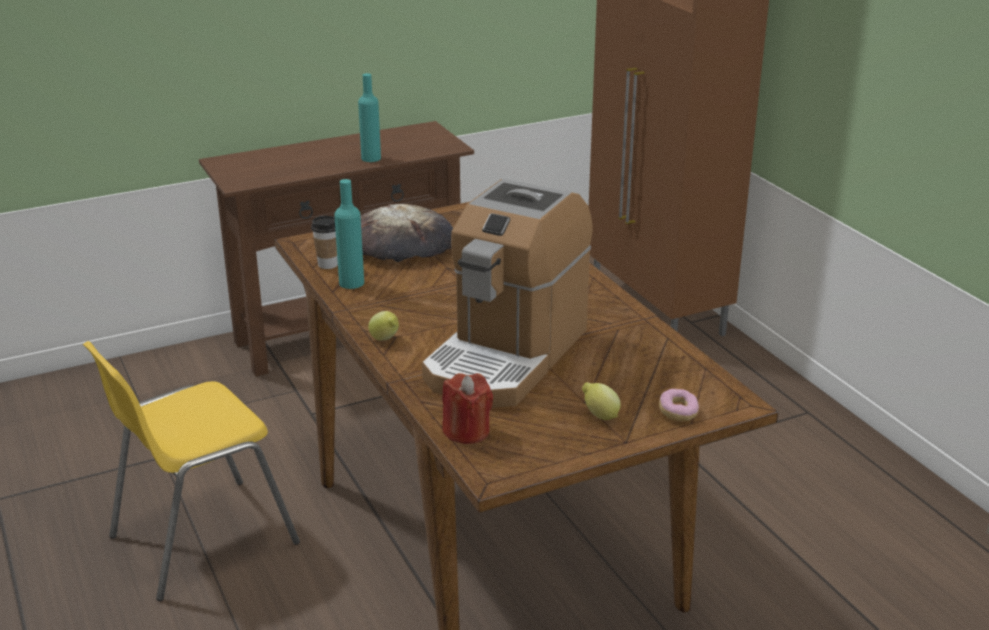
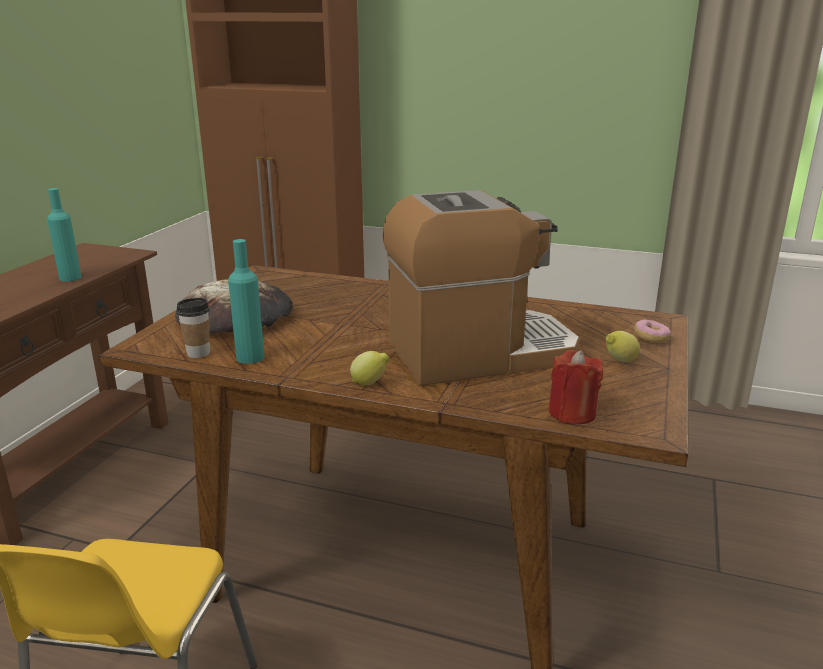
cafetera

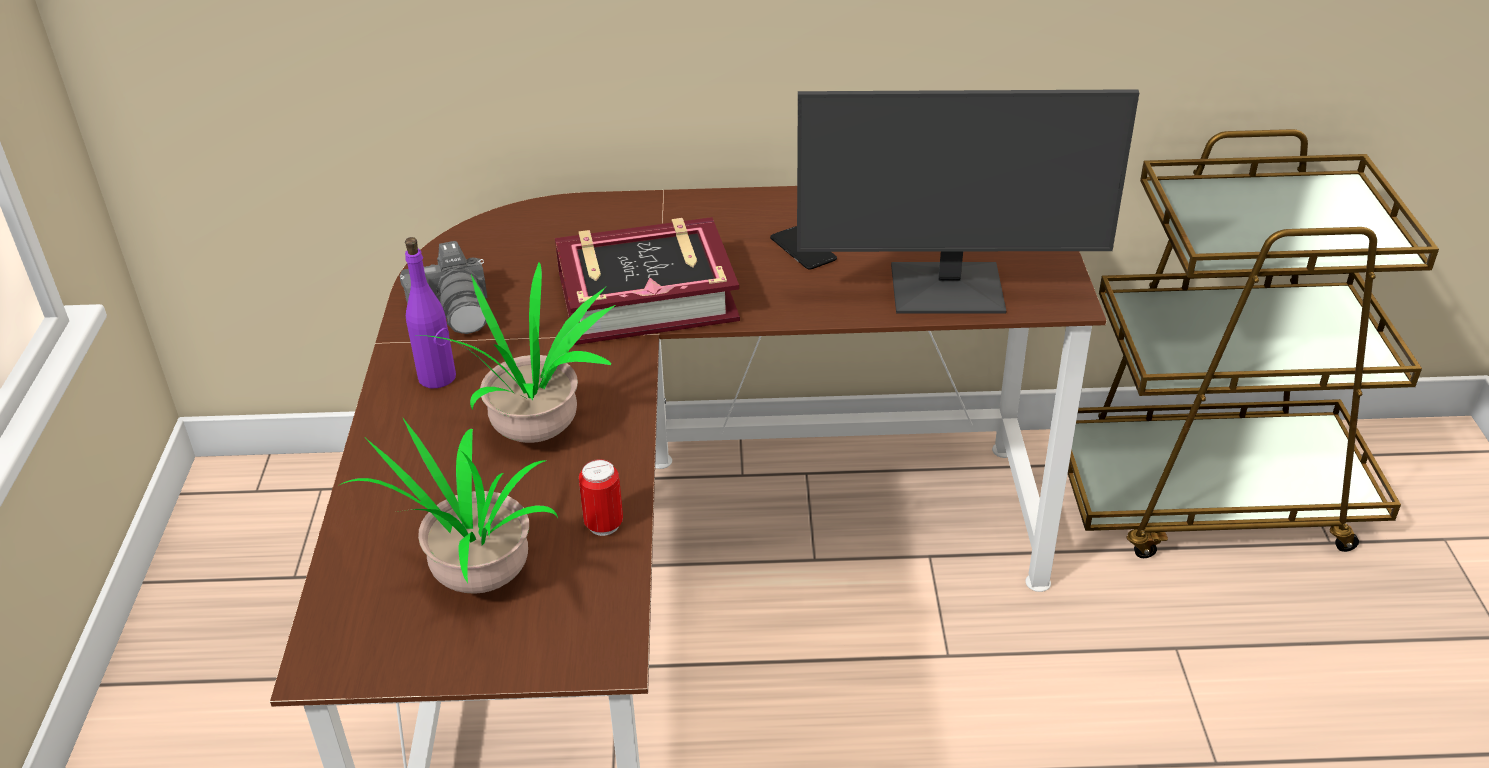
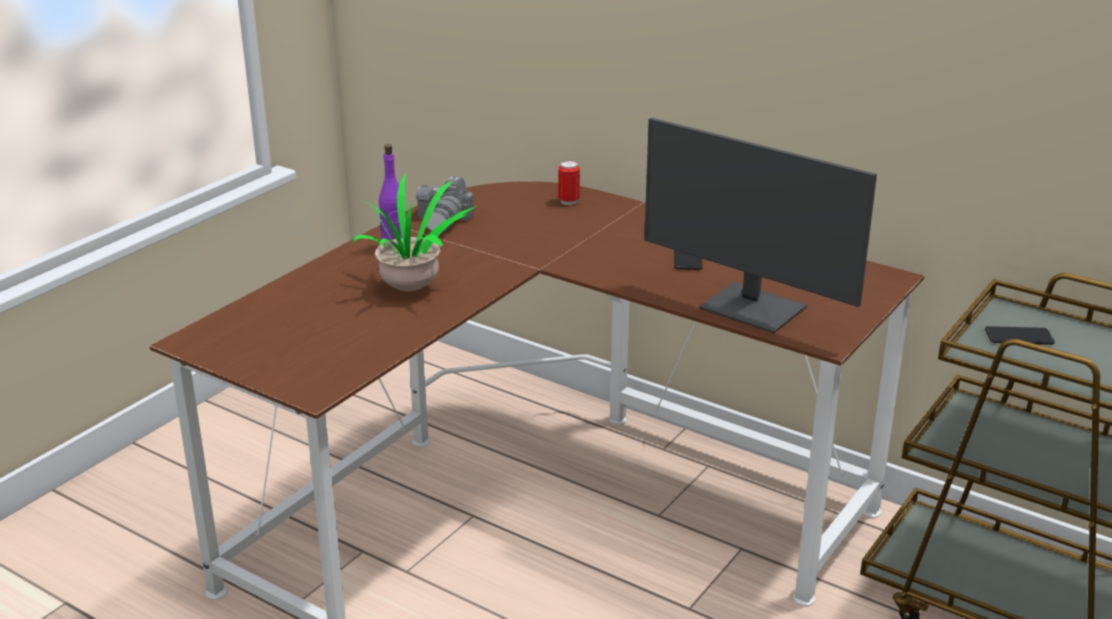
lata
móvil (2nd from left)
planta en maceta (1st from left in the first image)
libro

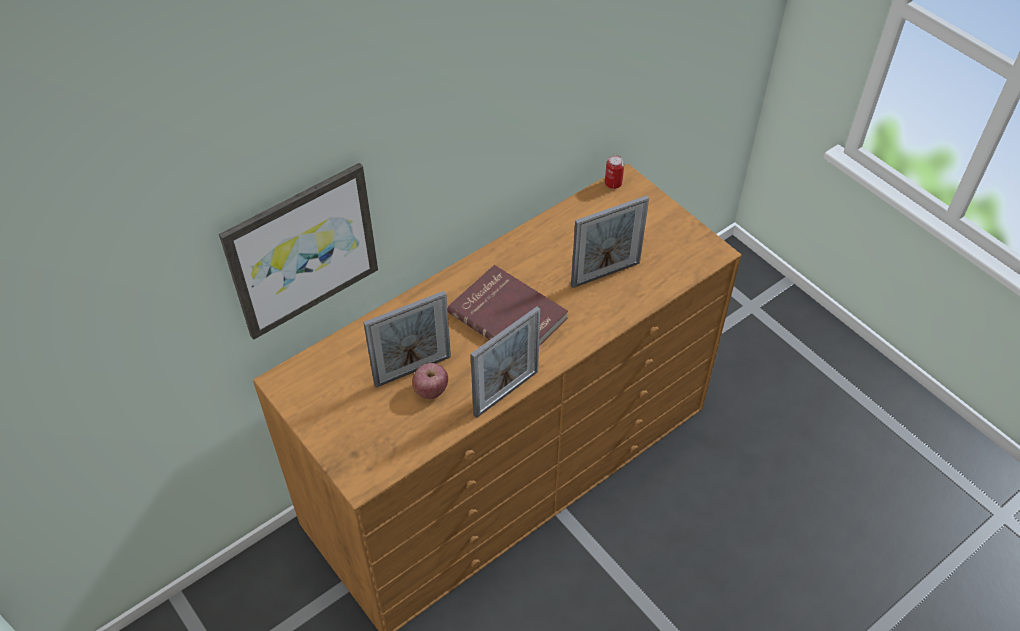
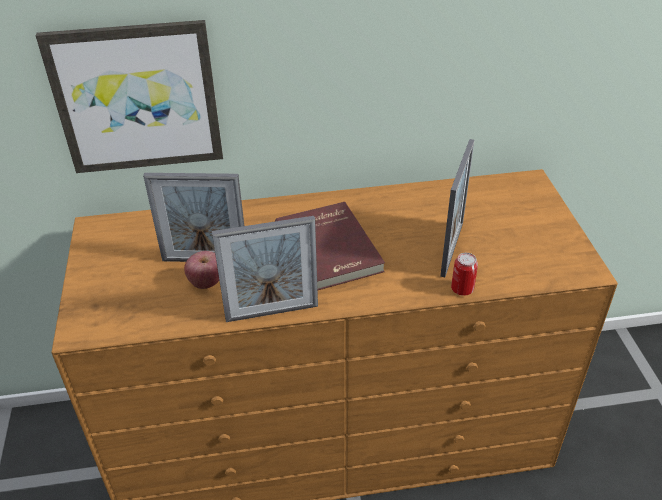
portarretratos (3rd from left)
lata

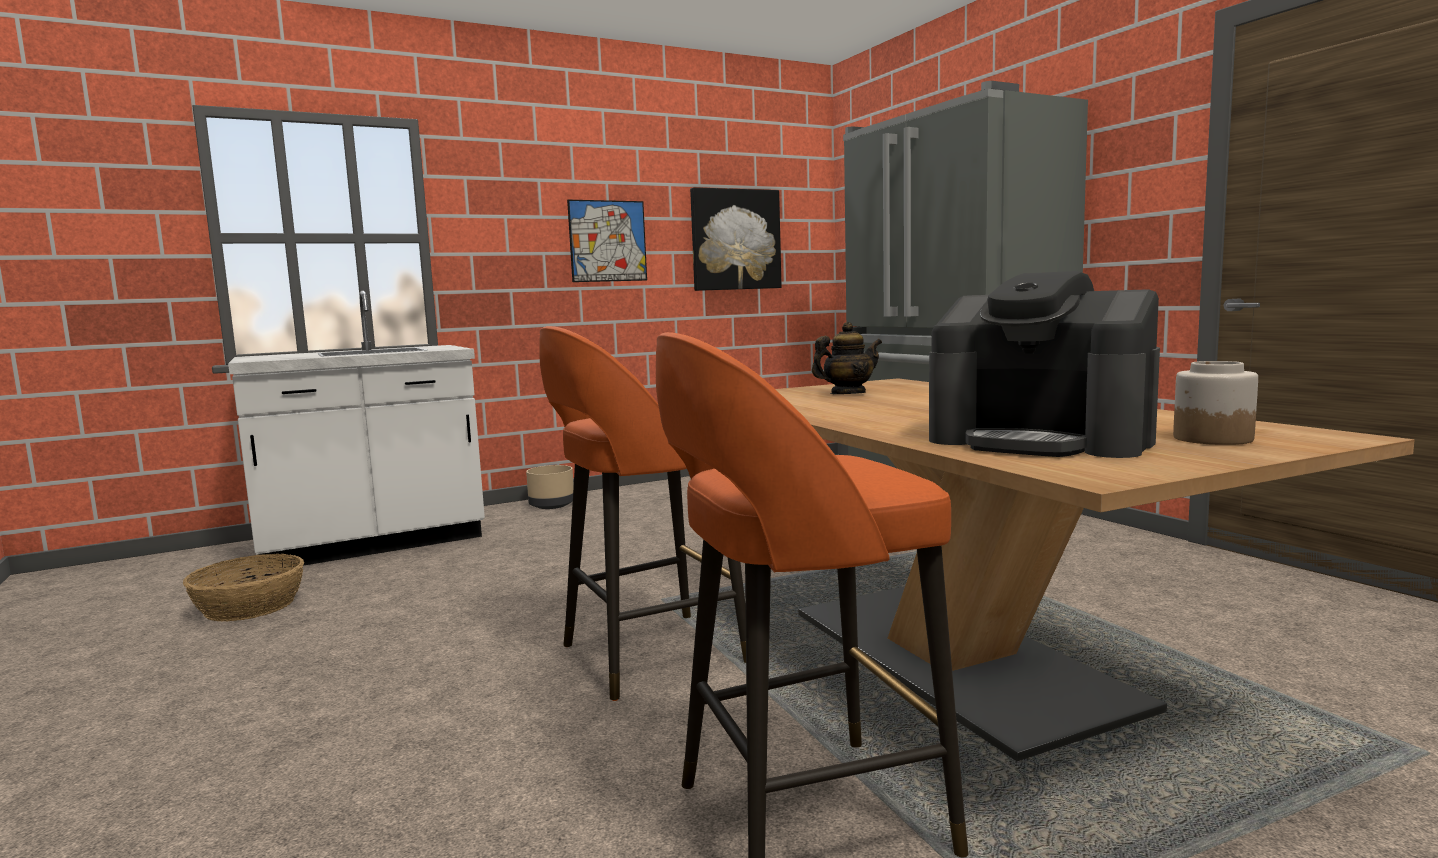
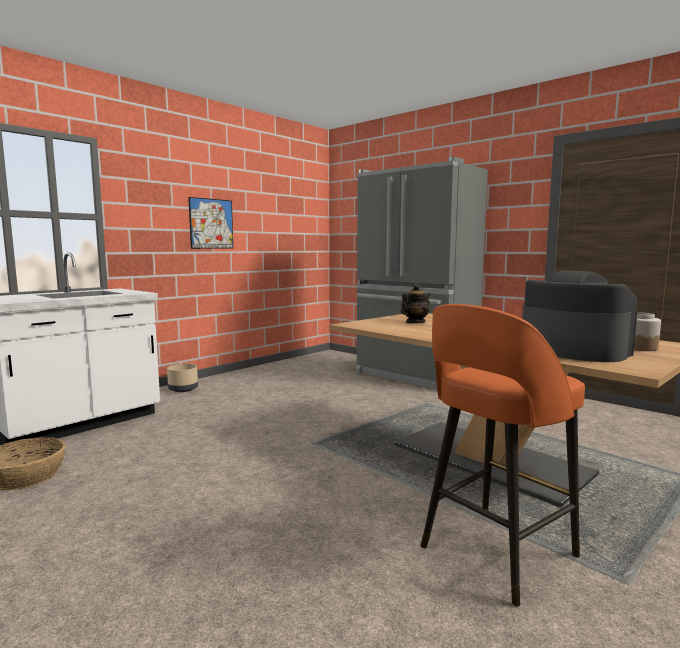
cafetera
taburete (naranja) (1st from left in the first image)
cuadro (2nd from left in the first image)

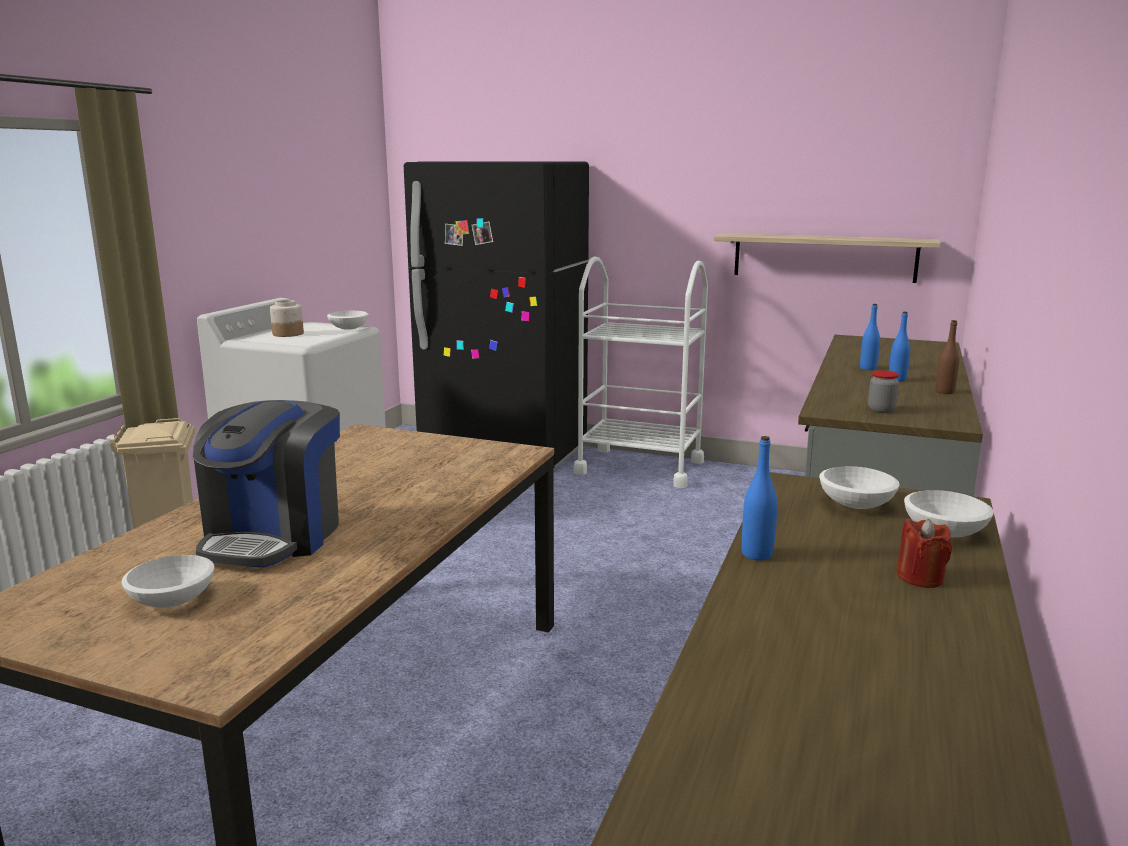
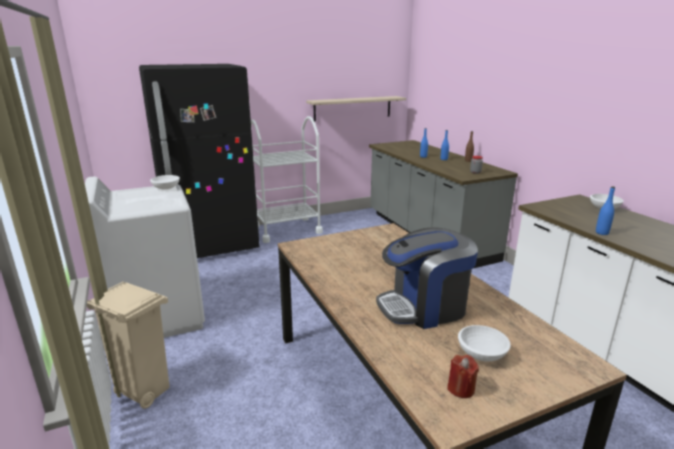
cafetera
vela (rojo)
tarro (1st from left in the first image)
cuenco (blanco) (3rd from left in the first image)

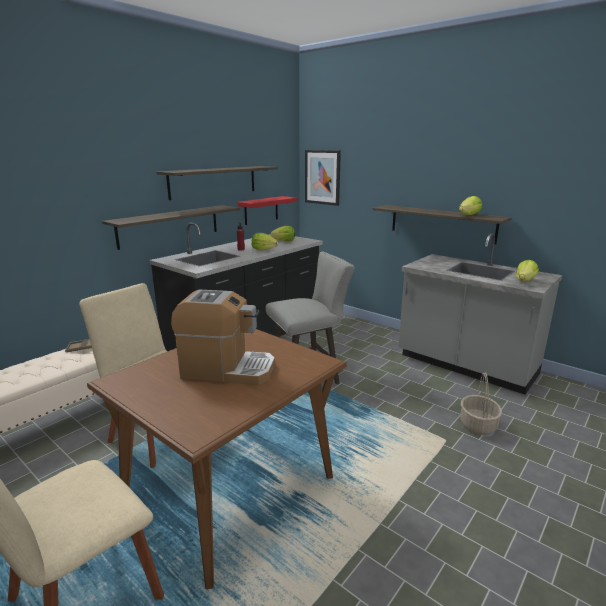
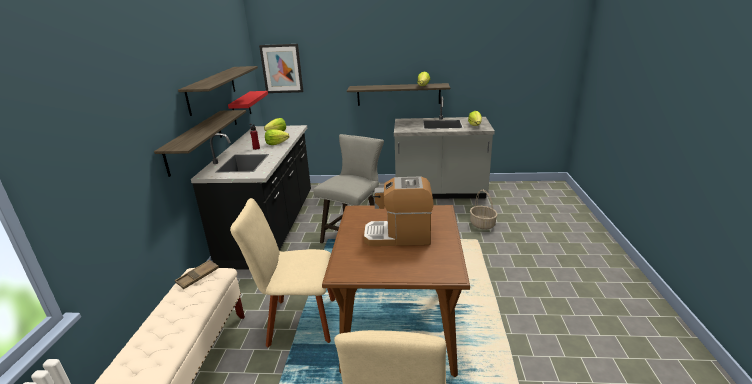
cafetera

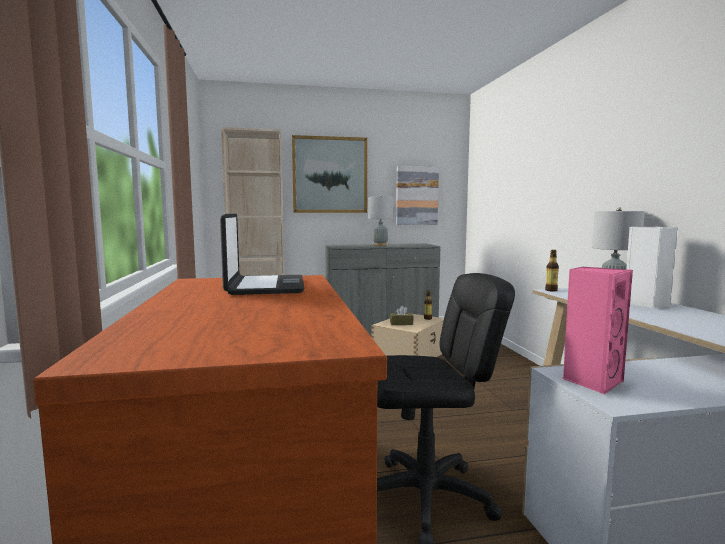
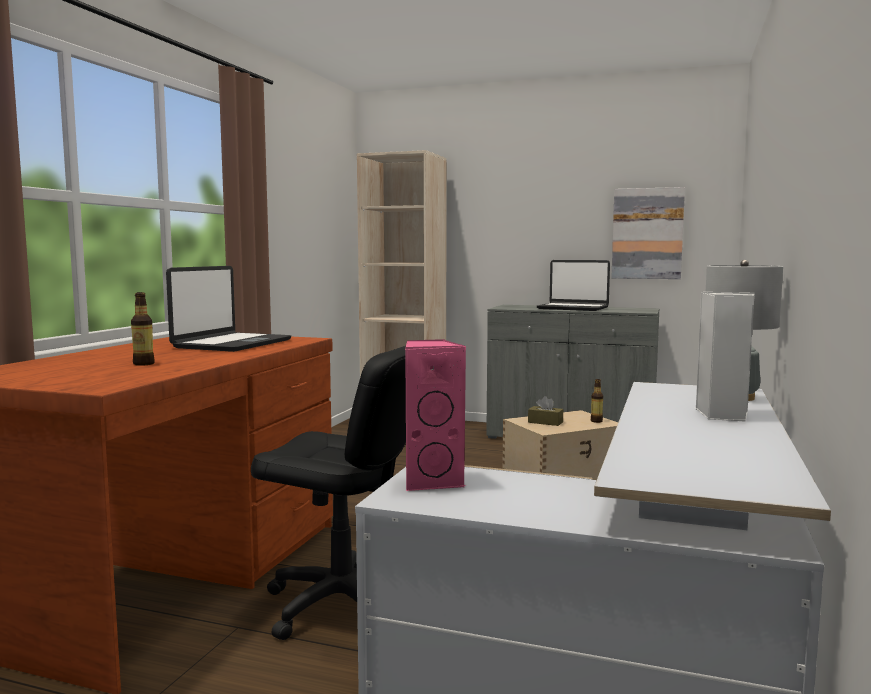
botella (1st from left)
portátil (2nd from left)
cuadro (1st from left in the first image)

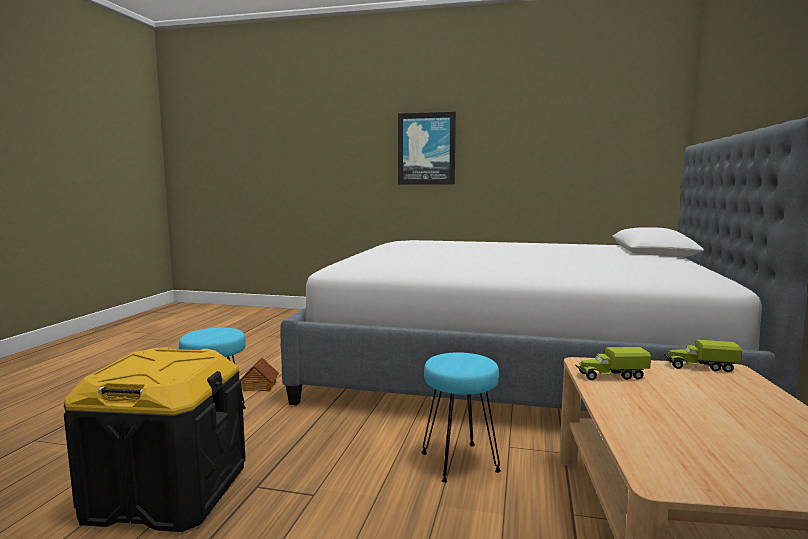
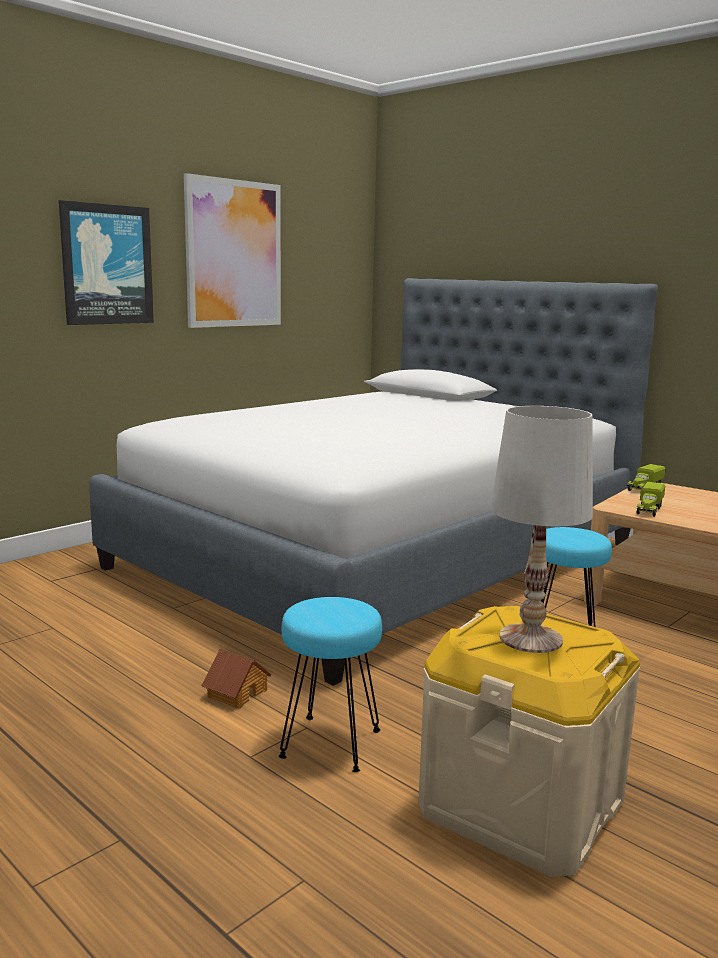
cuadro (2nd from left)
caja de almacenaje (beis)
lámpara de mesa (blanco)

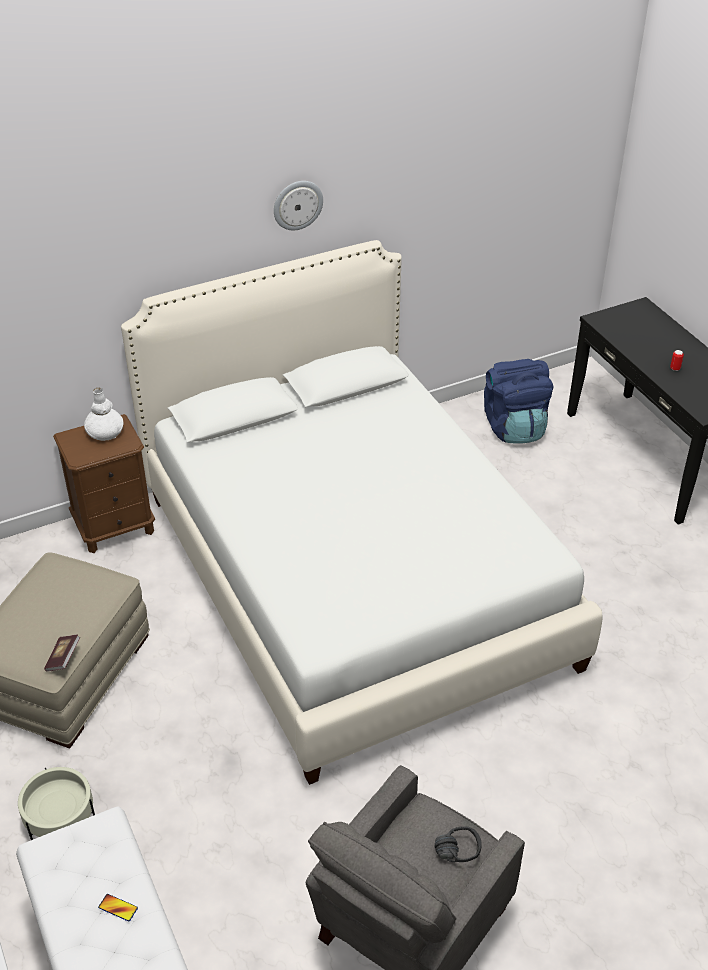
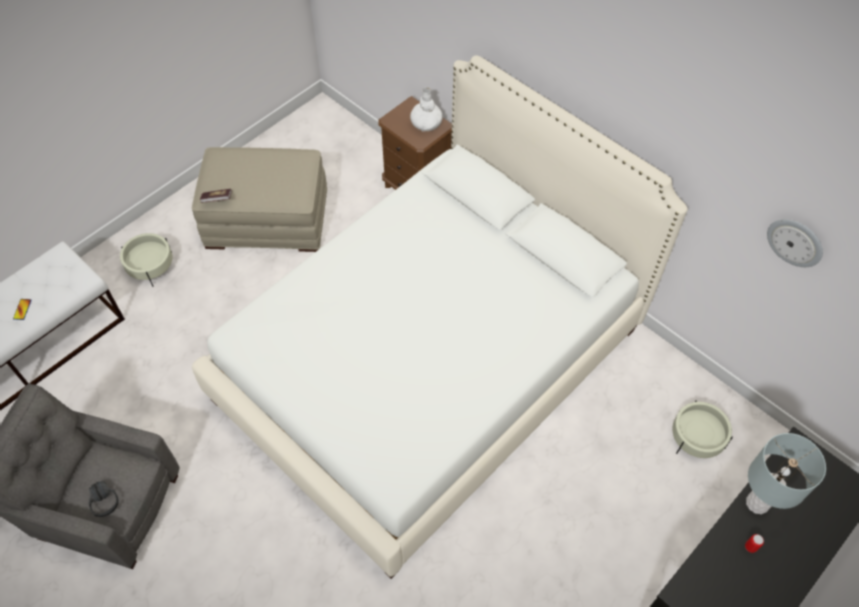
maceta (beis) (2nd from left)
lámpara de mesa (gris)
reloj de pared

